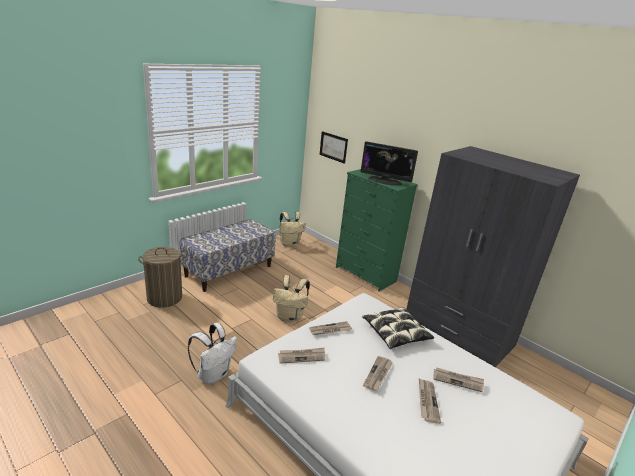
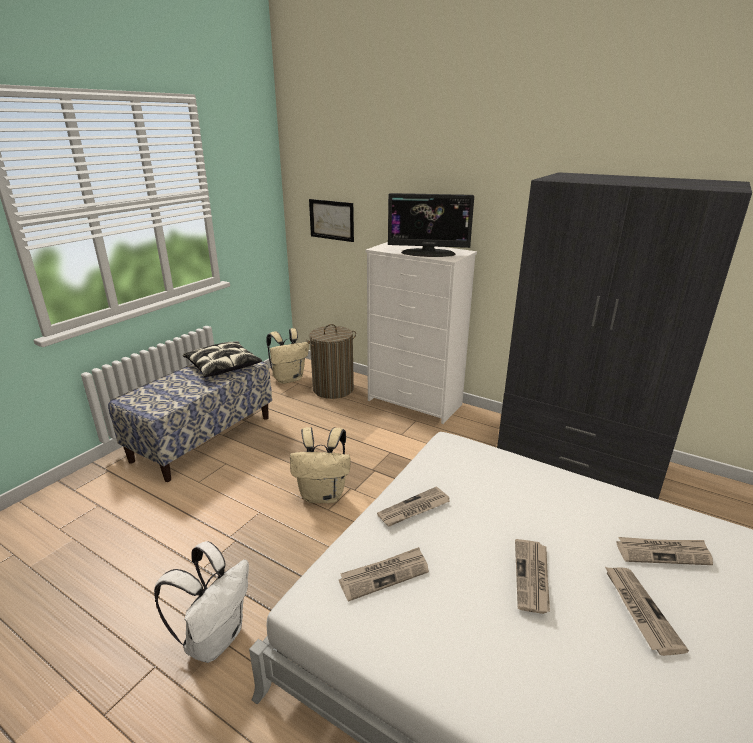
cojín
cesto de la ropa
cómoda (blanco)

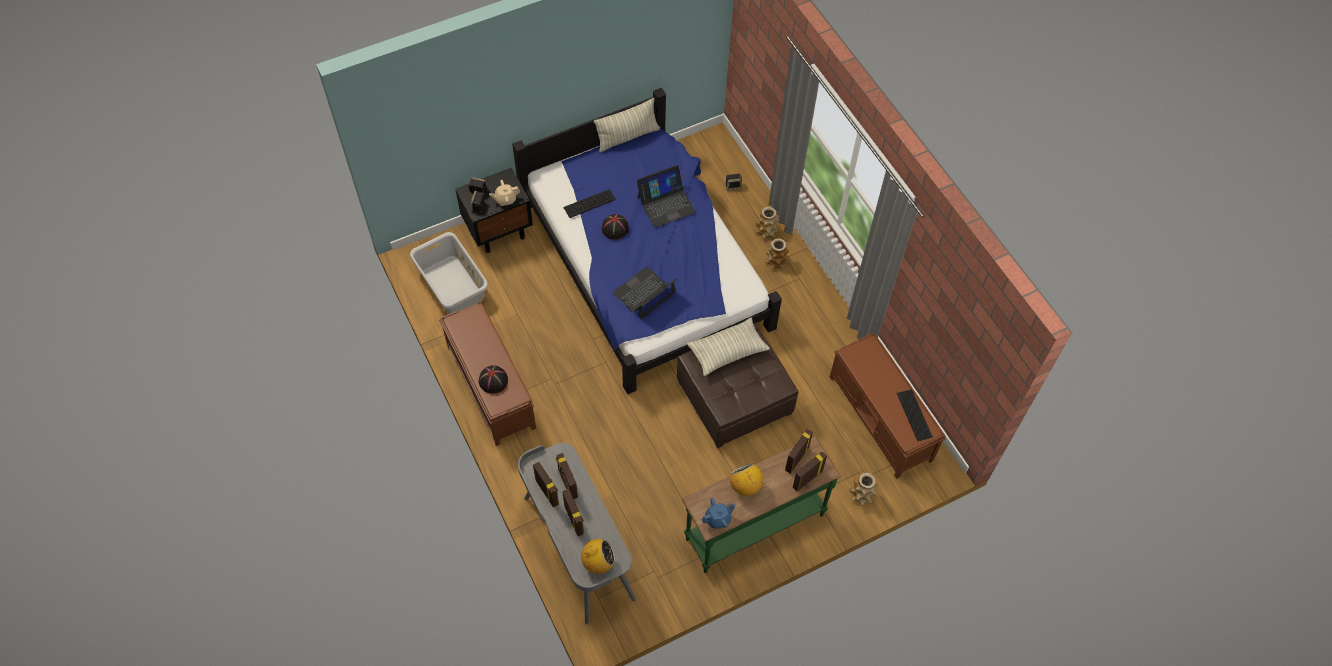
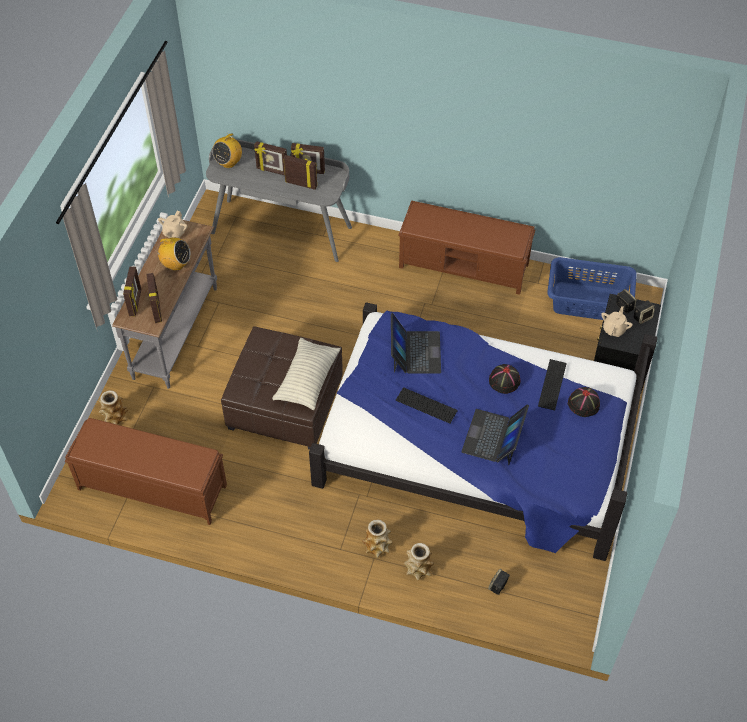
mesa consola (gris)
tetera (beis) (1st from left)
teclado (1st from left)
cesto de la ropa (azul)
sombrero (negro) (2nd from left)
cojín (1st from left in the first image)

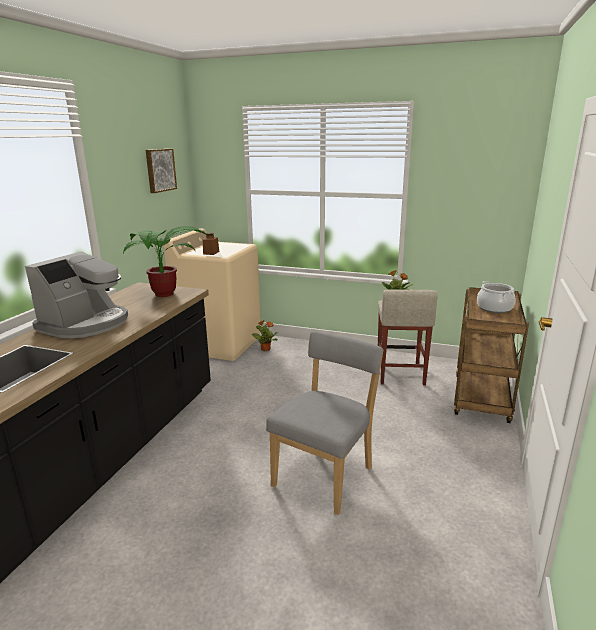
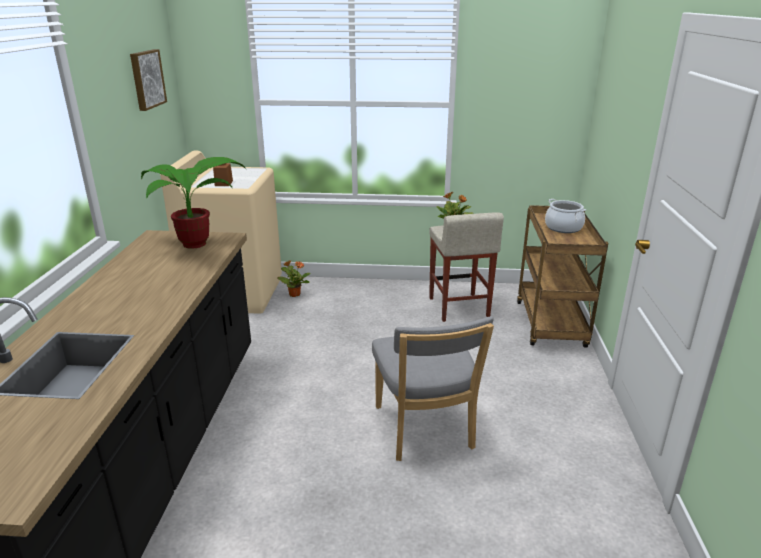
silla (gris)
cafetera

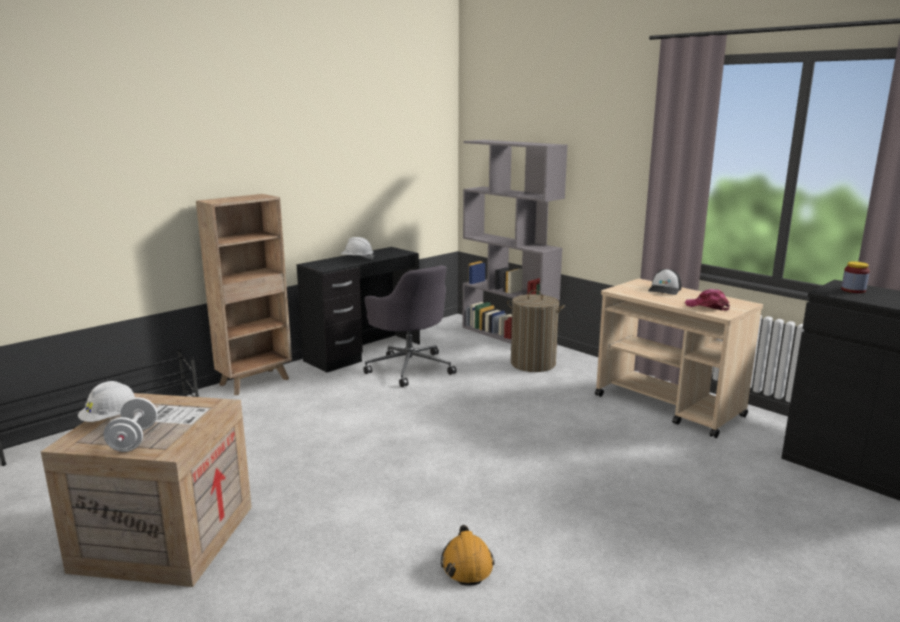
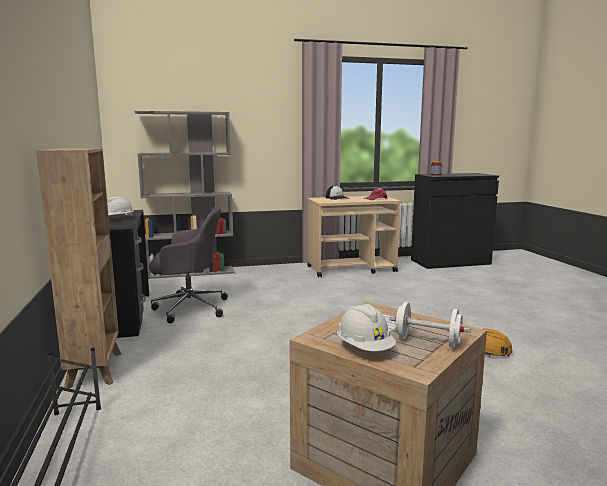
cesto de la ropa

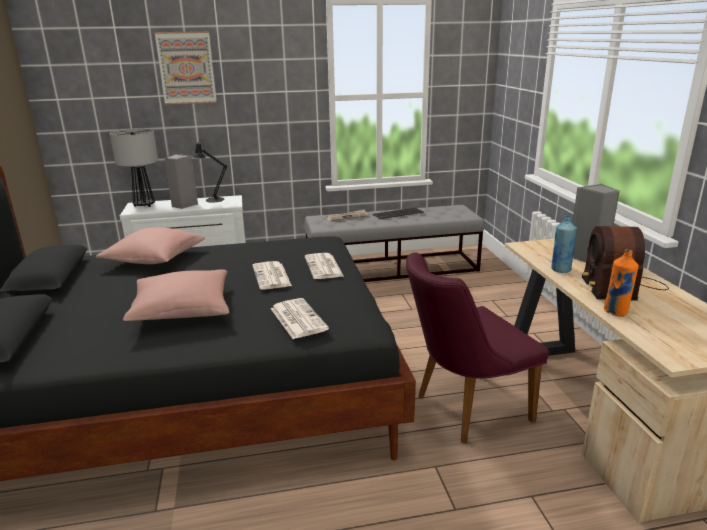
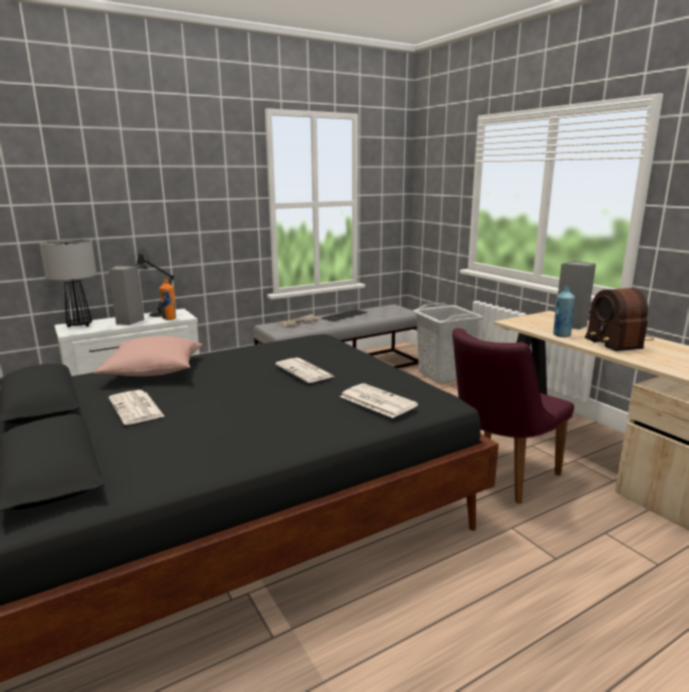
periódico (1st from left)
botella (naranja)
cesto de la ropa (gris)
cojín (rosa) (2nd from left in the first image)
cuadro

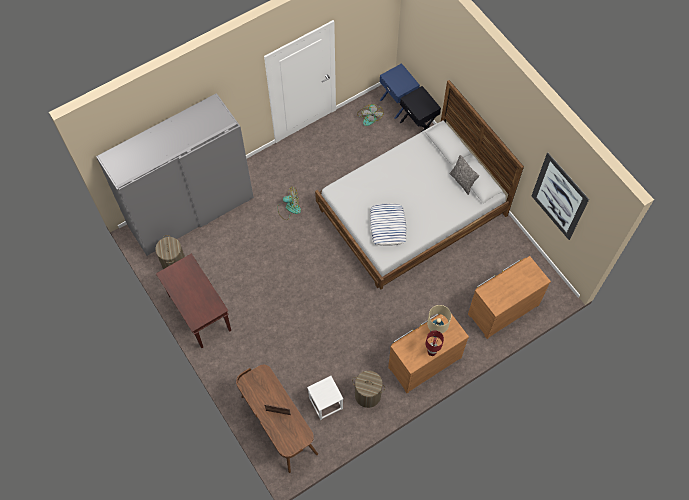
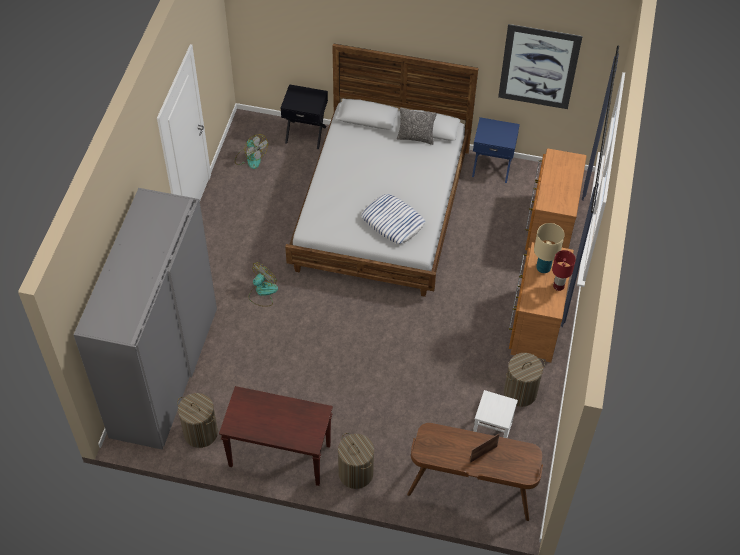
cesto de la ropa (2nd from left)
mesita de noche (azul)

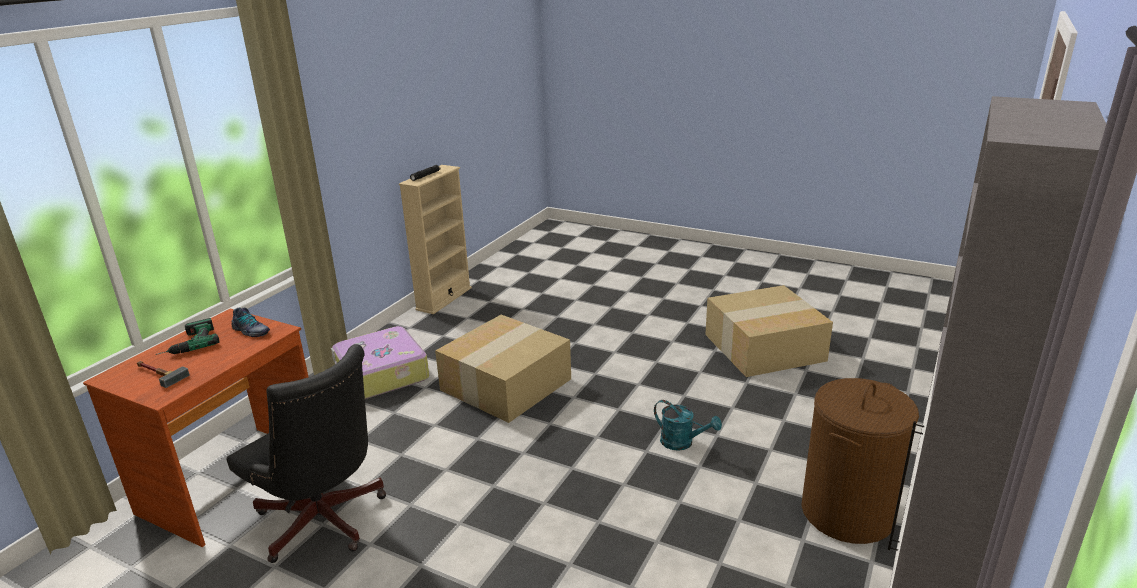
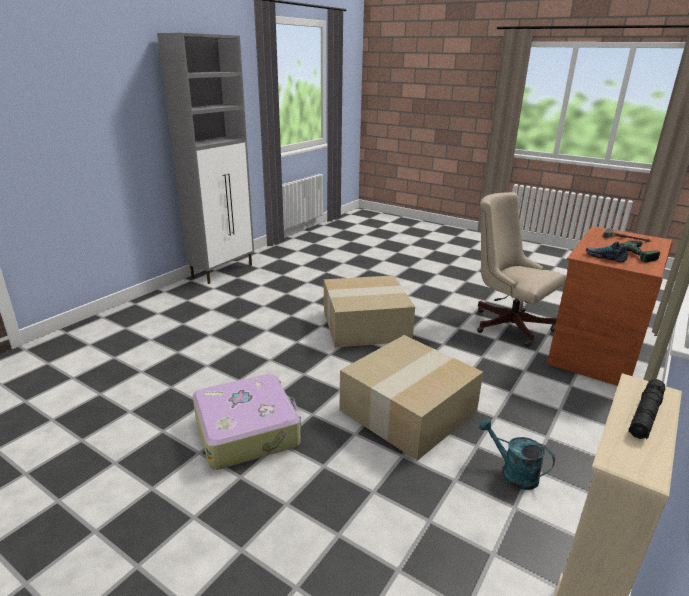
maleta
caja de cartón (1st from left)
silla de oficina (beis)
regadera (turquesa)
cesto de la ropa (marrón)

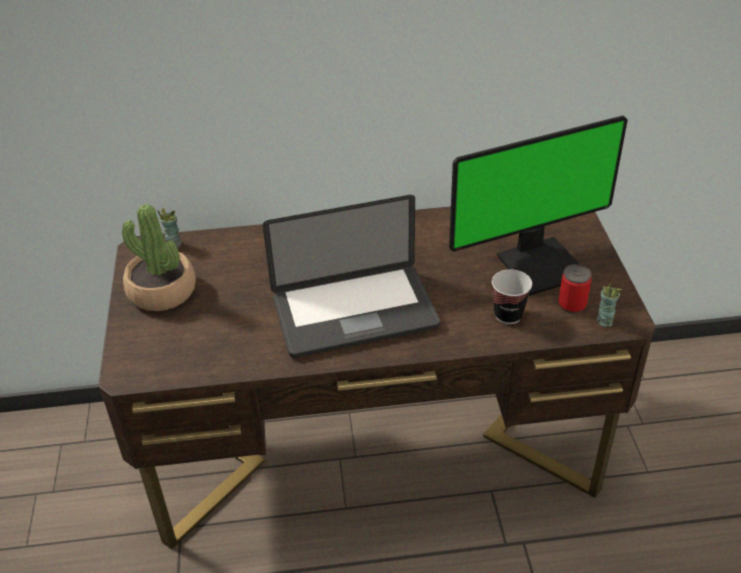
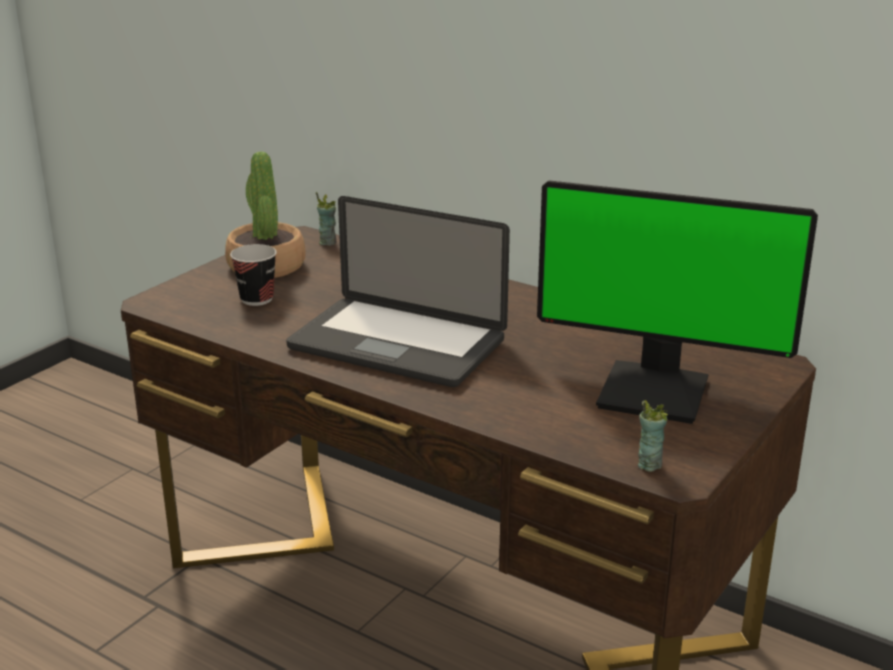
taza (1st from left)
lata

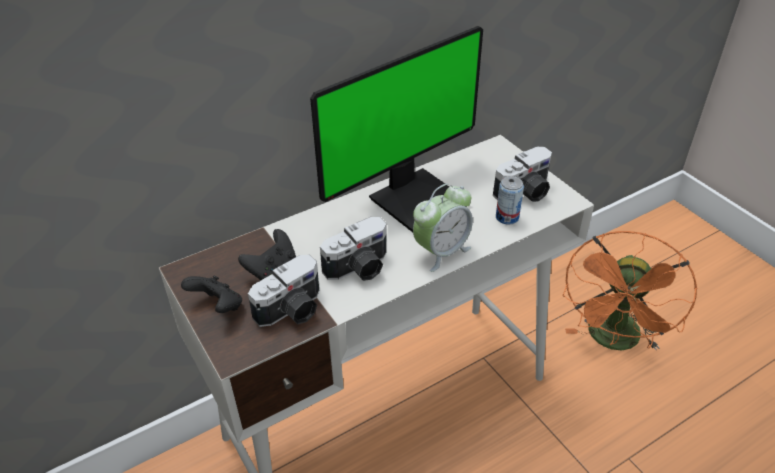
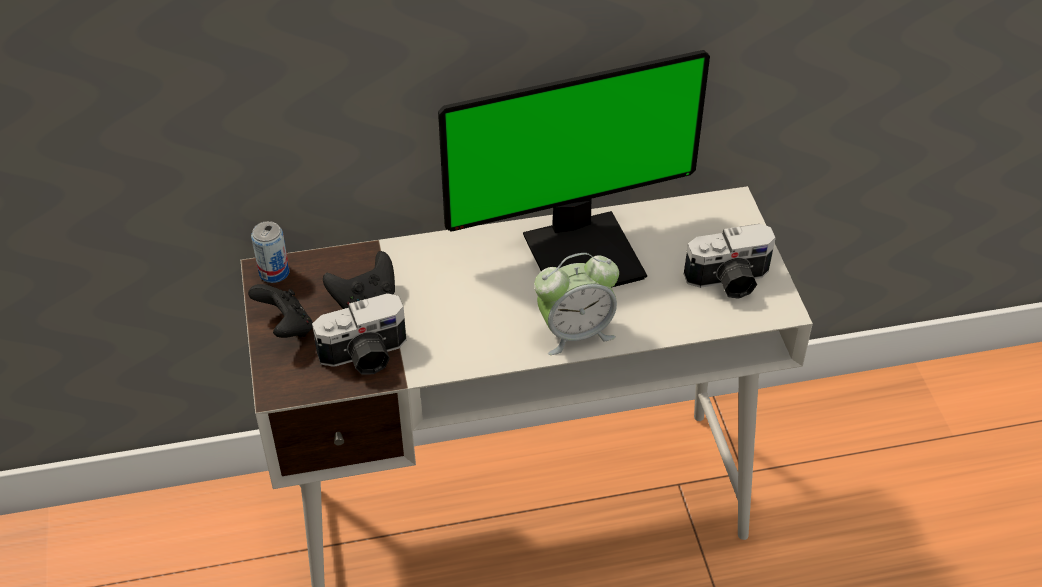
lata
cámara (2nd from left in the first image)
ventilador (naranja)

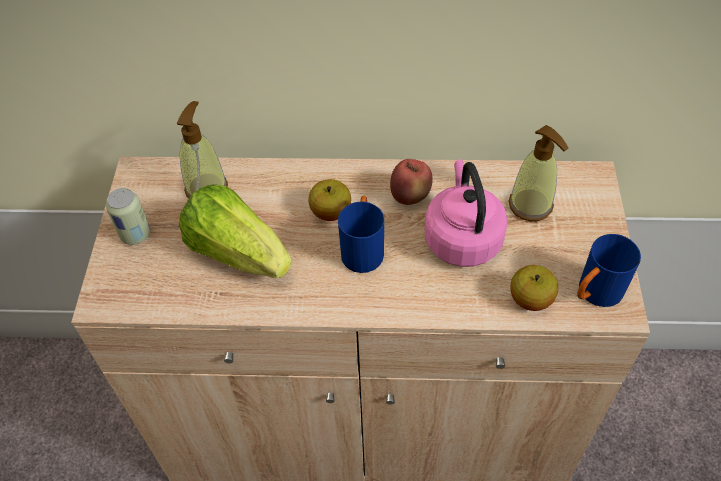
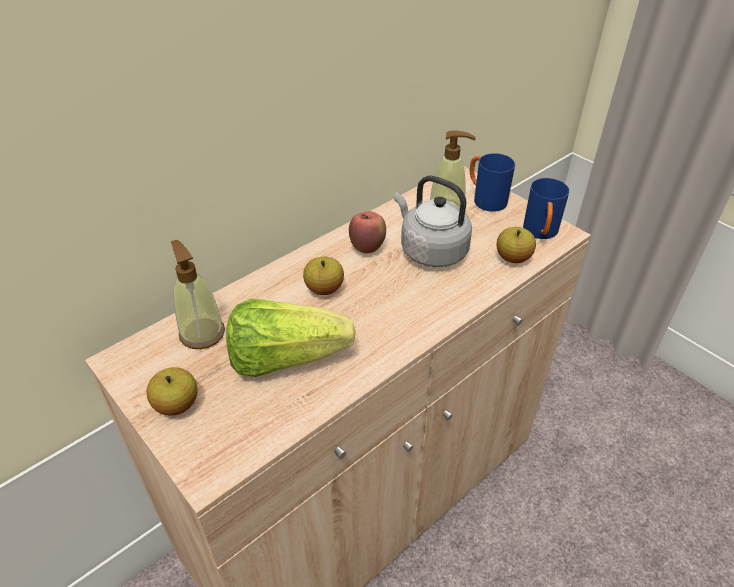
manzana (1st from left)
hervidor (gris)
taza grande (azul) (1st from left)

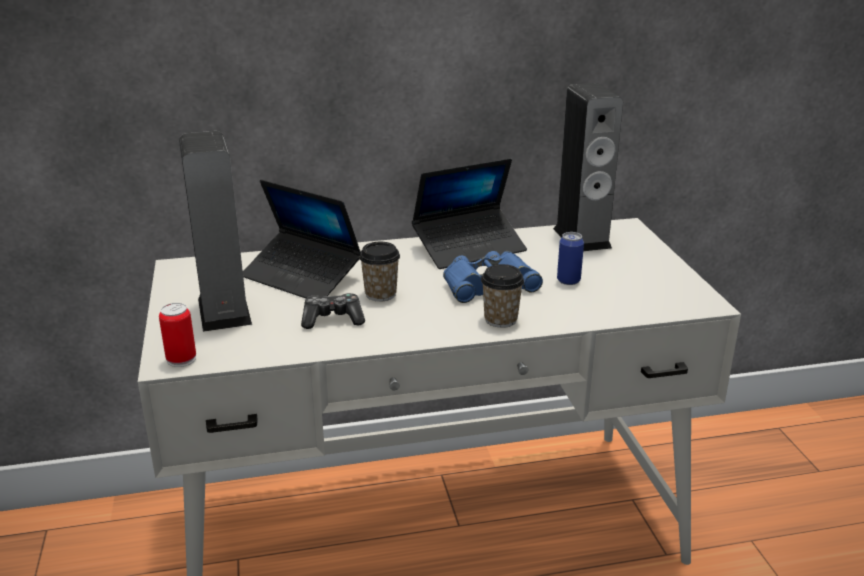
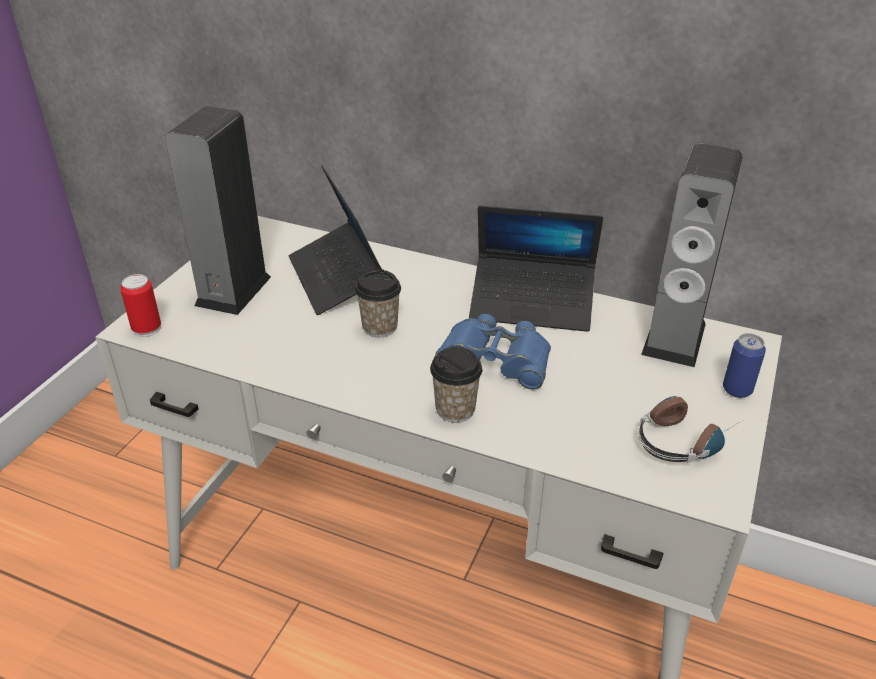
auriculares
lata (2nd from left)
mando de consola

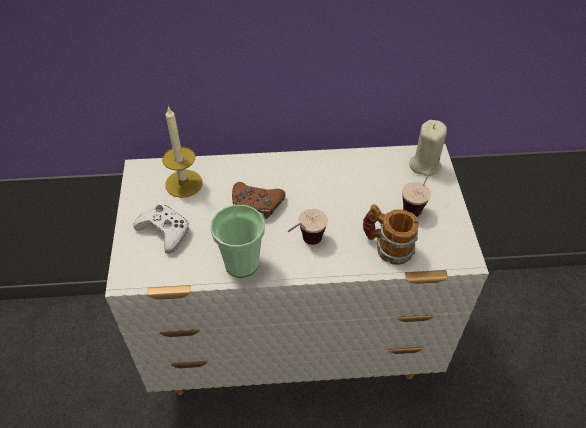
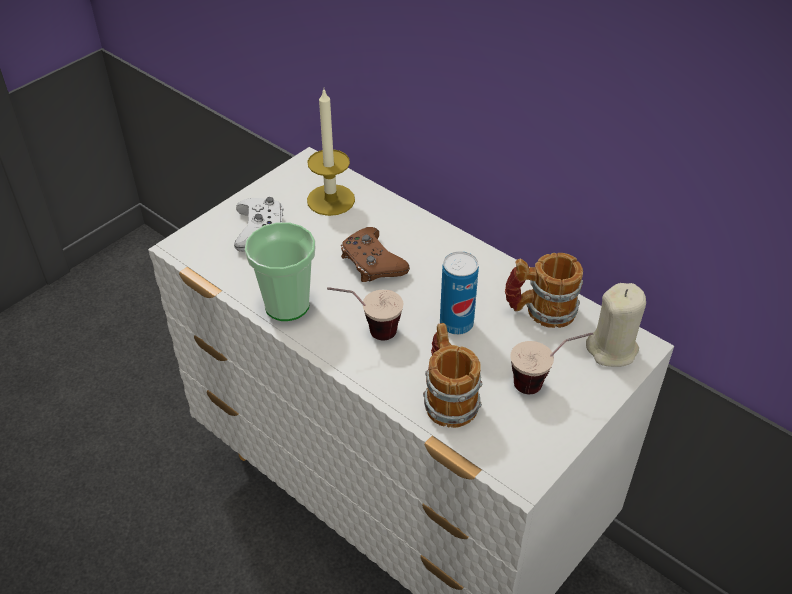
lata
taza grande (2nd from left)

